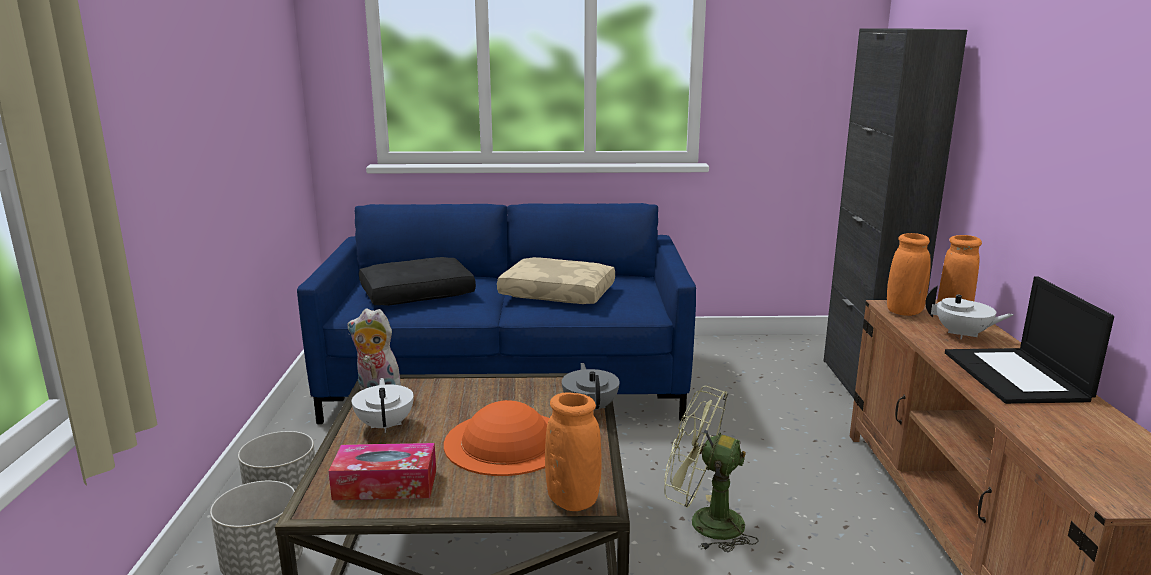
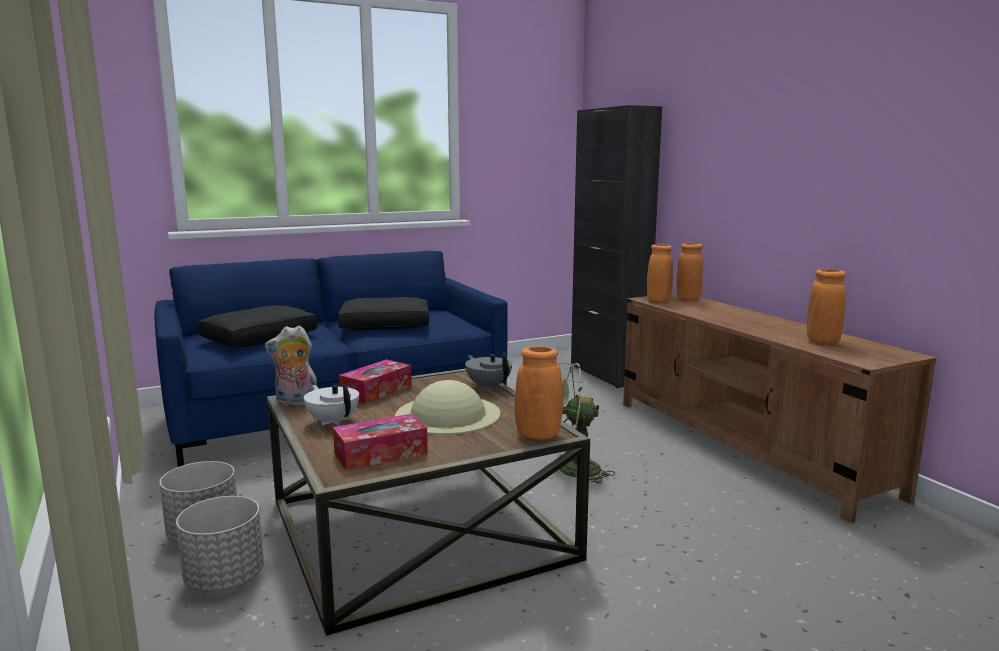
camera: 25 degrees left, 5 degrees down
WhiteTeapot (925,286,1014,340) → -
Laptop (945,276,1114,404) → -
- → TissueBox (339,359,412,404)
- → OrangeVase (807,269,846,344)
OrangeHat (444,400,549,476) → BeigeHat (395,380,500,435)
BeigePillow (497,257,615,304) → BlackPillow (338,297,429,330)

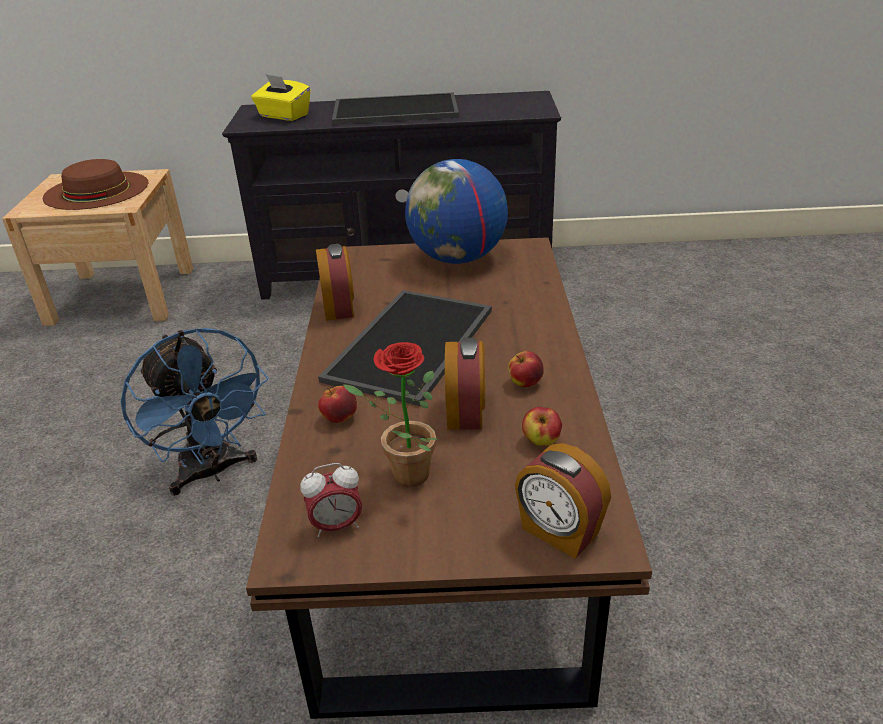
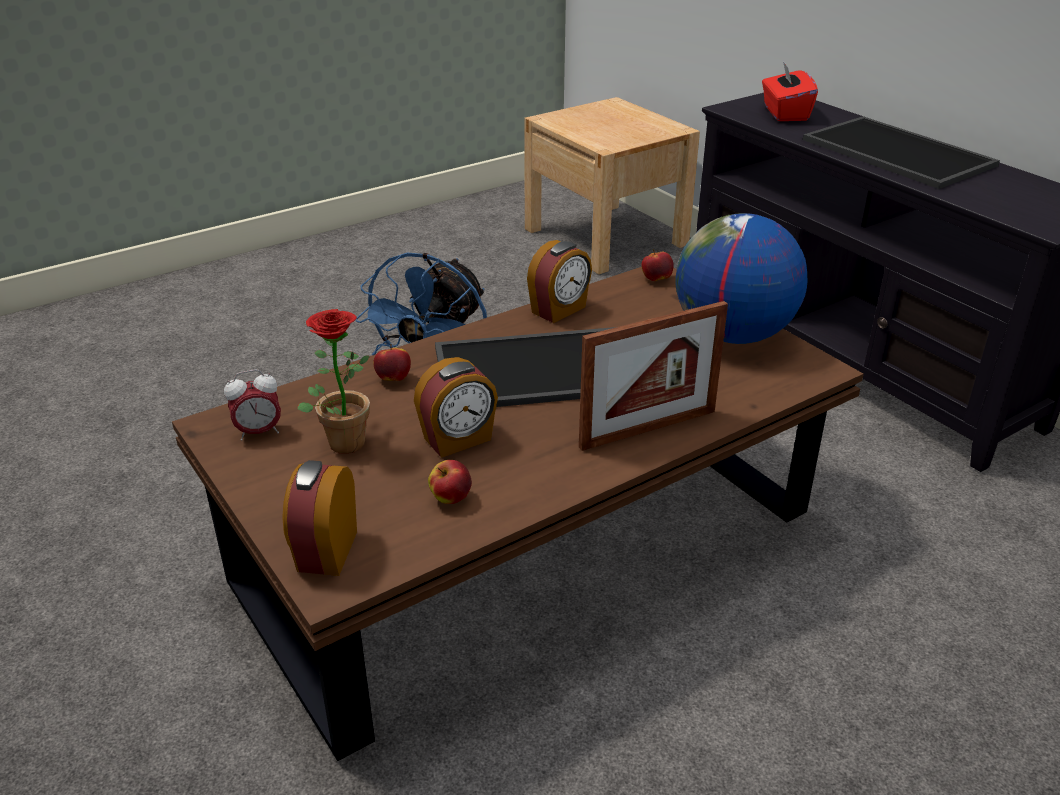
camera: 55 degrees right, 0 degrees up
BrownHat (43,159,148,210) → -
- → PictureFrame (579,301,728,451)
Apple (508,351,544,387) → Apple (641,249,674,281), move
YellowTissueBox (251,74,310,121) → RedTissueBox (762,61,818,121)
AlarmClock (301,463,362,537) → AlarmClock (224,369,281,441), 60 degrees counterclockwise

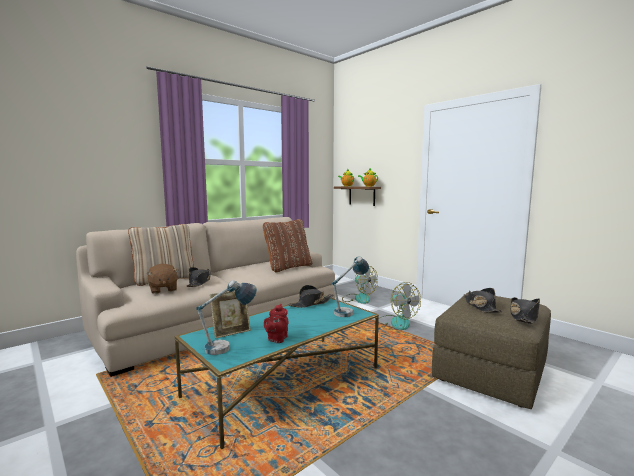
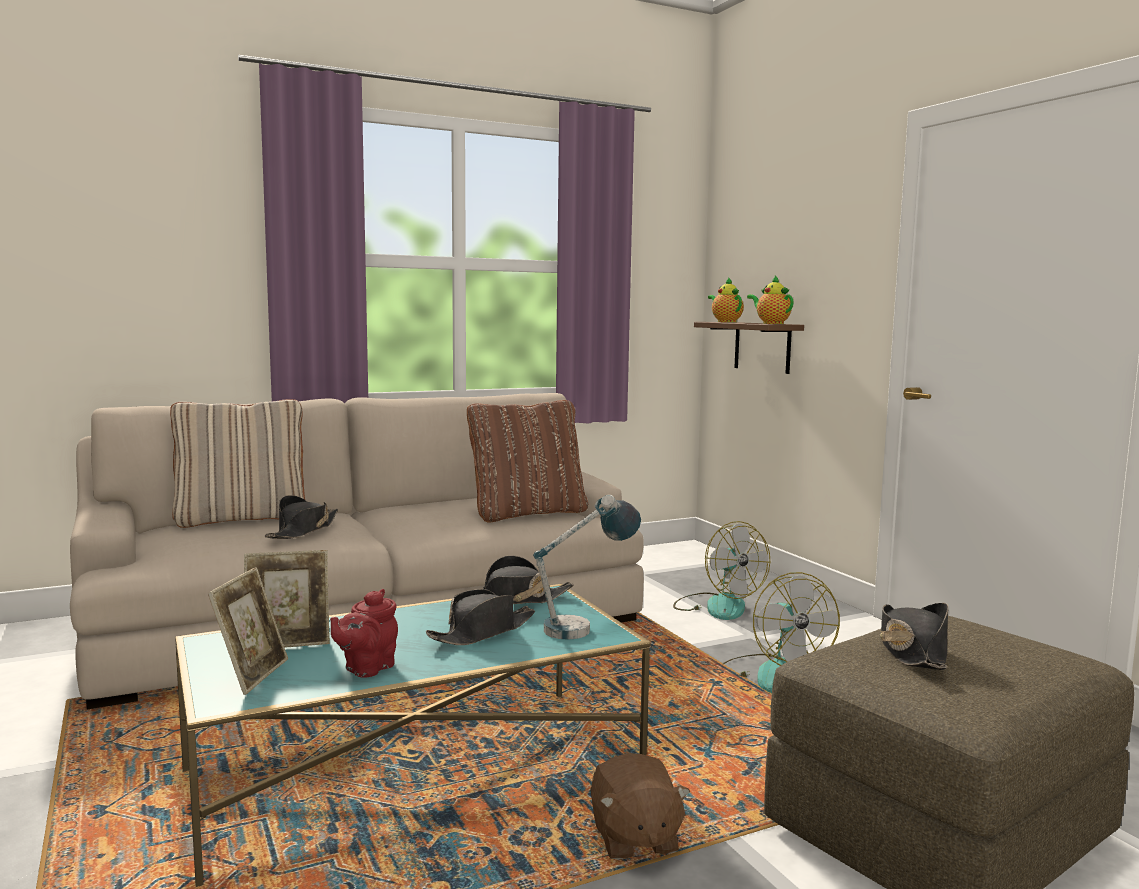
camera: 15 degrees right, 0 degrees up
BrownPlushToy (146,263,179,294) → BrownPlushToy (590,753,690,859), move
BlackHat (509,297,540,324) → BlackHat (426,589,535,645), move
TableLamp (196,280,257,355) → PictureFrame (208,567,288,695)

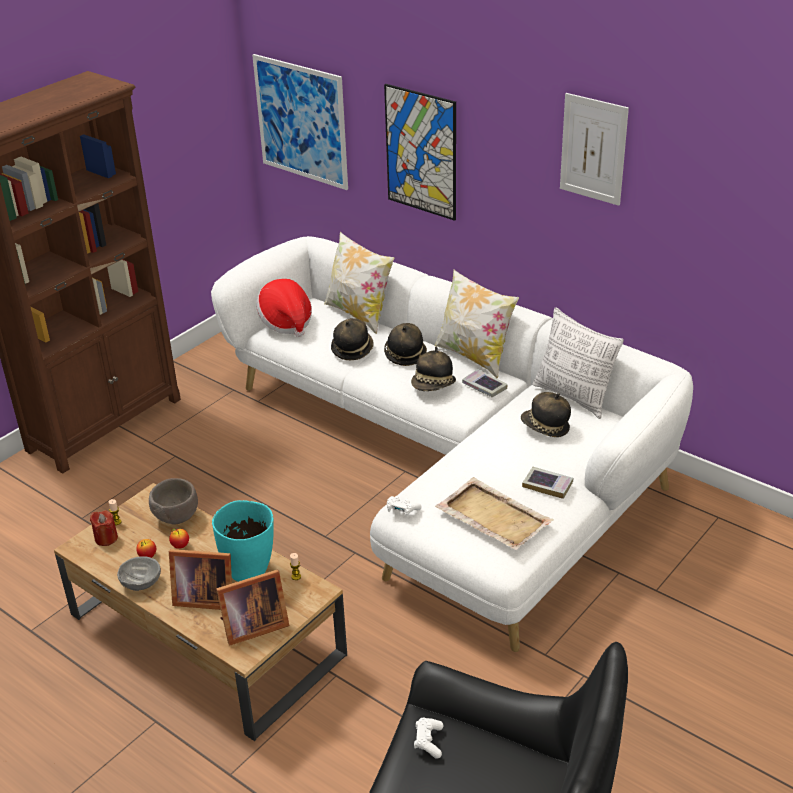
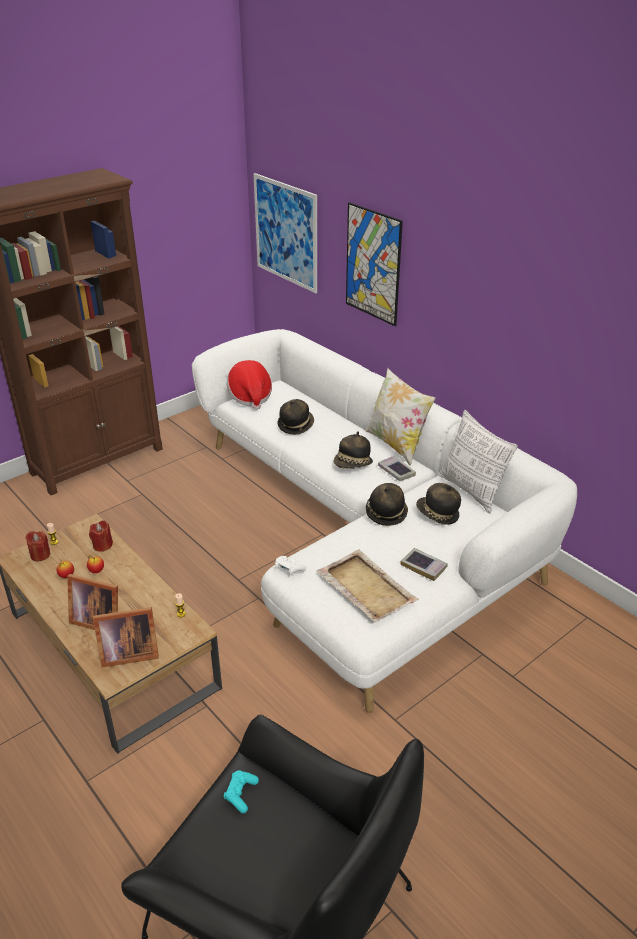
camera: 10 degrees right, 0 degrees up
GreyBowl (117,556,161,591) → -
TurquoiseVase (212,500,274,582) → -
Pillow (324,232,394,334) → -
Picture (560,93,629,206) → -
Hat (384,323,427,366) → Hat (366,483,408,526), move
BrownBowl (149,478,198,524) → RedCandle (89,520,113,552)
WhiteGameController (414,718,443,759) → TurquoiseGameController (224,770,259,814)

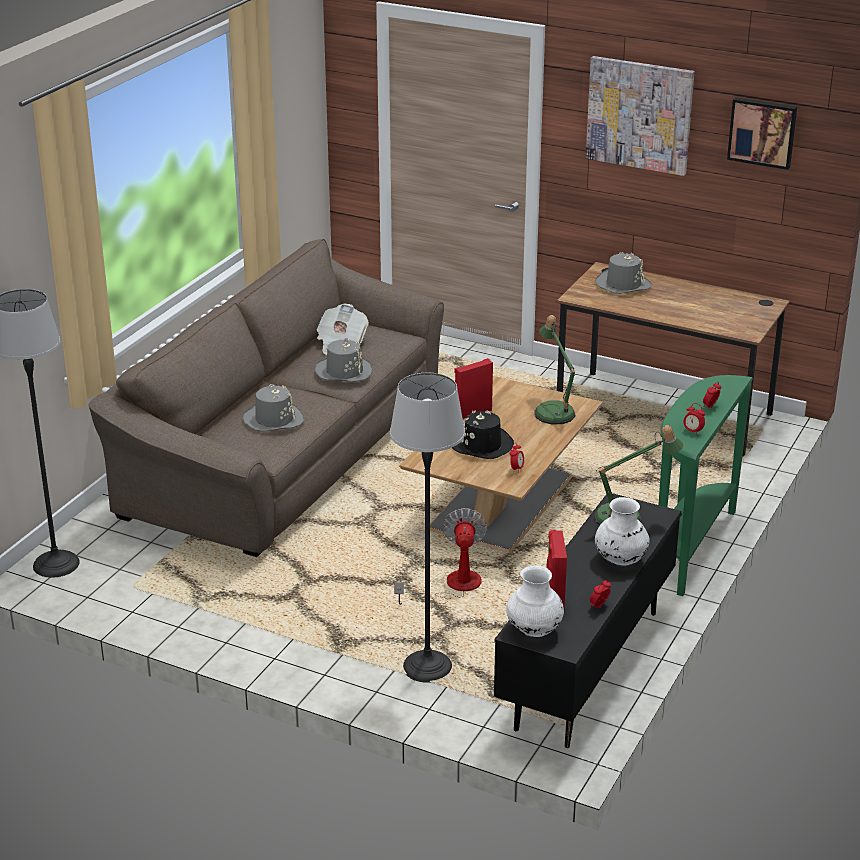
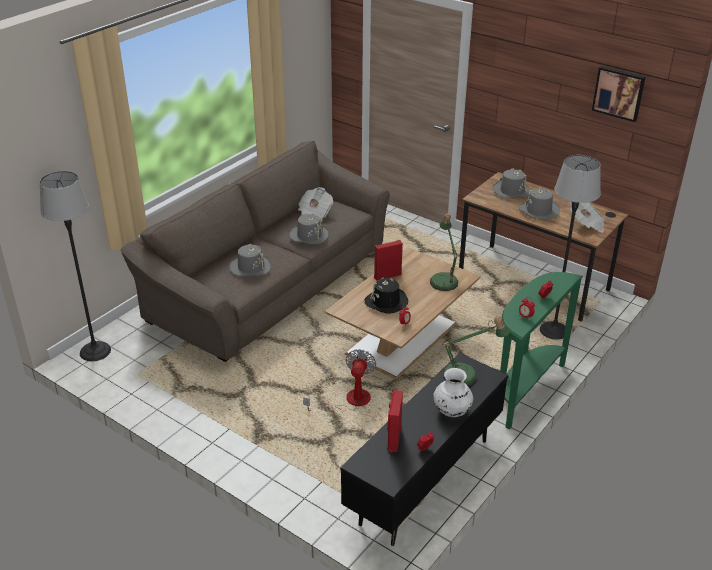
camera: 10 degrees right, 5 degrees up
WhiteVase (506,566,564,637) → -
Picture (586,56,695,176) → -
- → GreyHat (519,187,560,220)
- → Newspaper (570,201,605,233)
FloorLamp (390,373,465,683) → FloorLamp (540,155,601,340), move

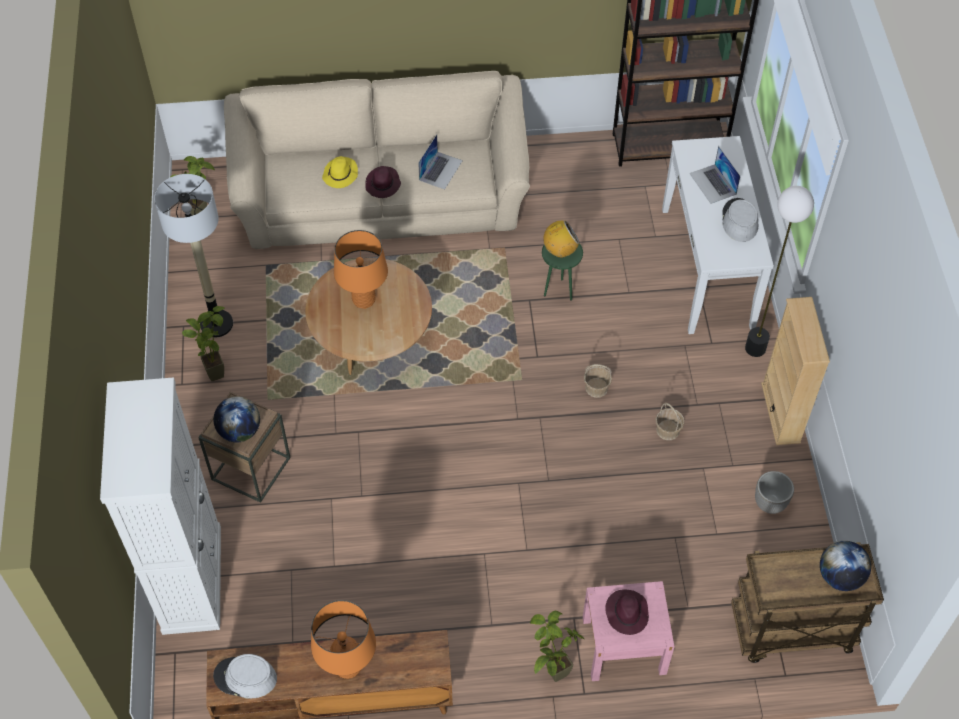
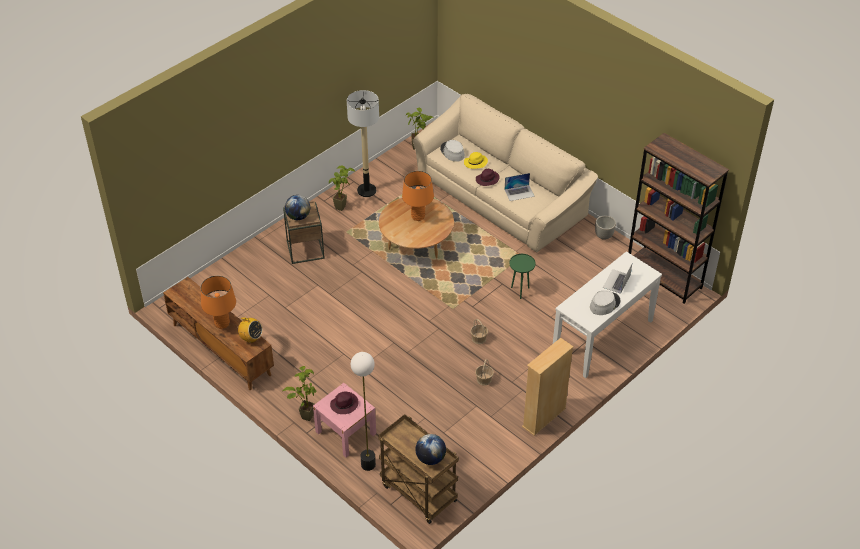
camera: 50 degrees right, 10 degrees down
WhiteCabinet (100,377,221,635) → -
GreyHat (213,654,277,698) → GreyHat (440,140,465,162), move
Radio (543,221,580,258) → Radio (237,317,263,343), move
FloorLamp (745,186,814,357) → FloorLamp (351,352,376,471), move
Planter (755,471,794,514) → Planter (595,216,616,240), move

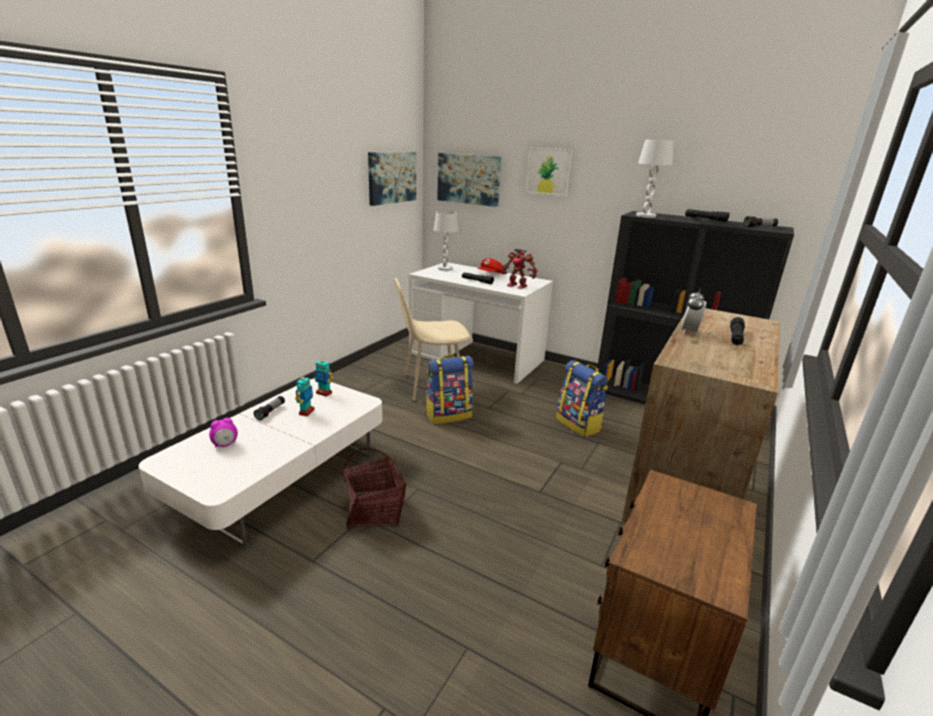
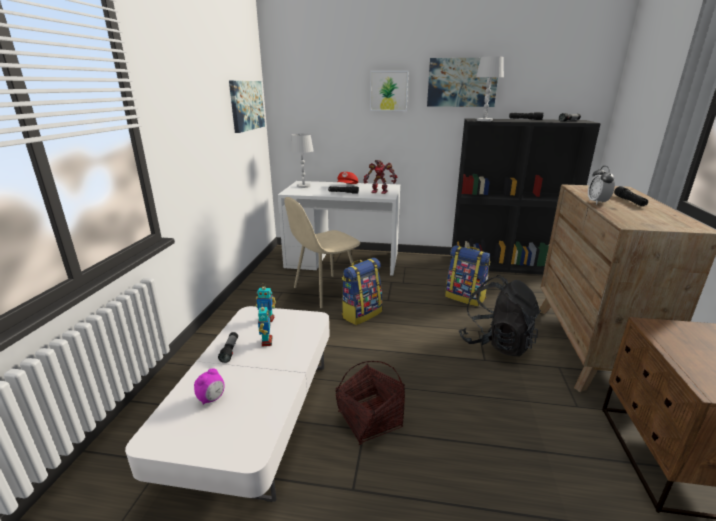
camera: 20 degrees left, 0 degrees up
- → BlackBackpack (459,275,541,357)
Picture (437,153,501,207) → Picture (427,58,498,107), move

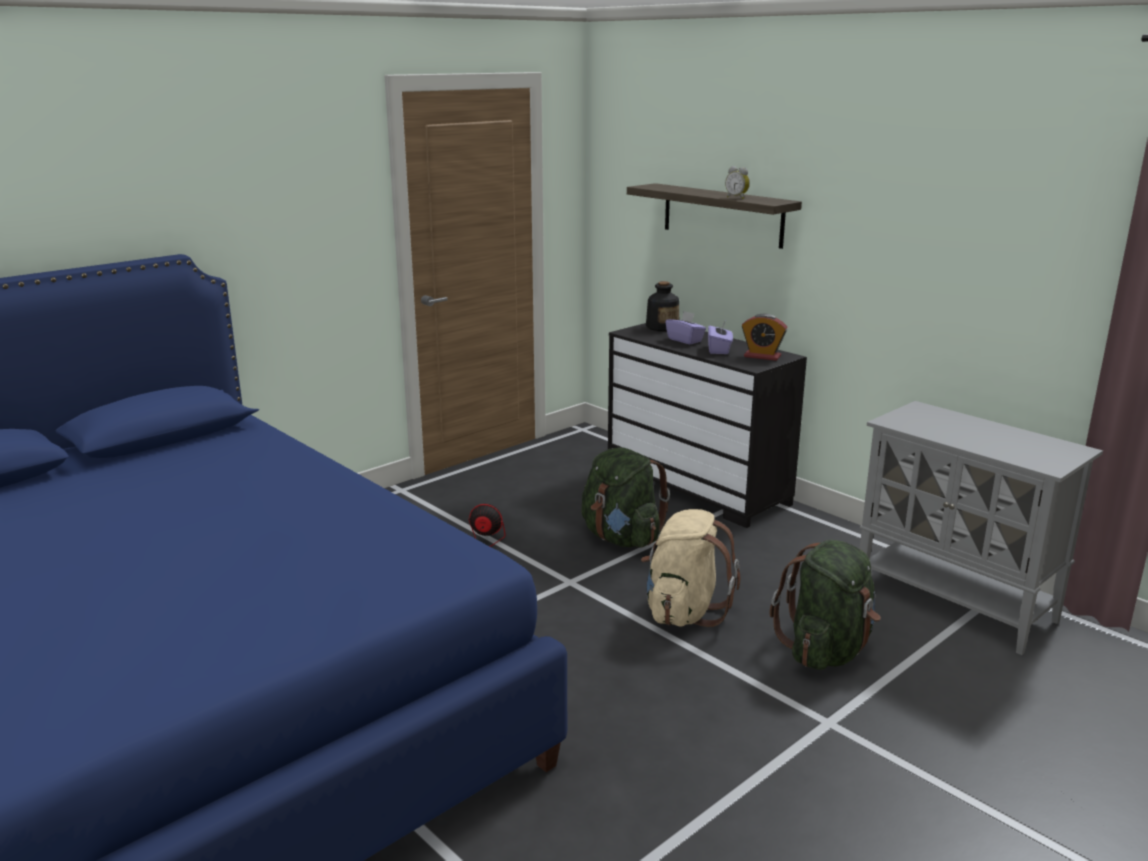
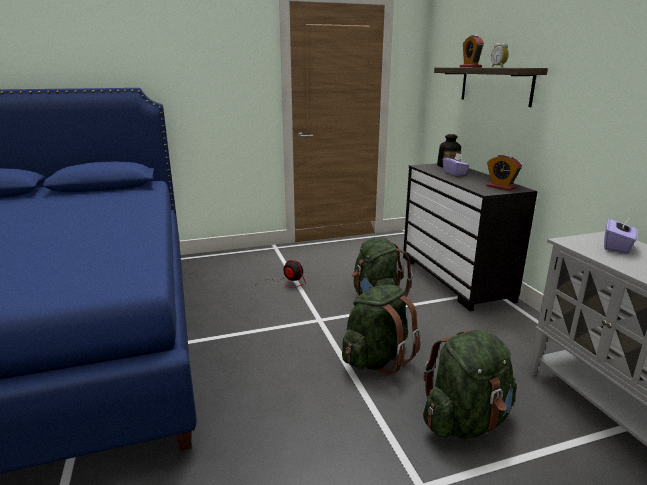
camera: 25 degrees right, 0 degrees up
- → AlarmClock (460,35,484,67)
PurpleTissueBox (708,322,733,354) → PurpleTissueBox (604,215,638,254), move
BeigeBackpack (641,509,740,627) → GreenBackpack (342,285,421,376)

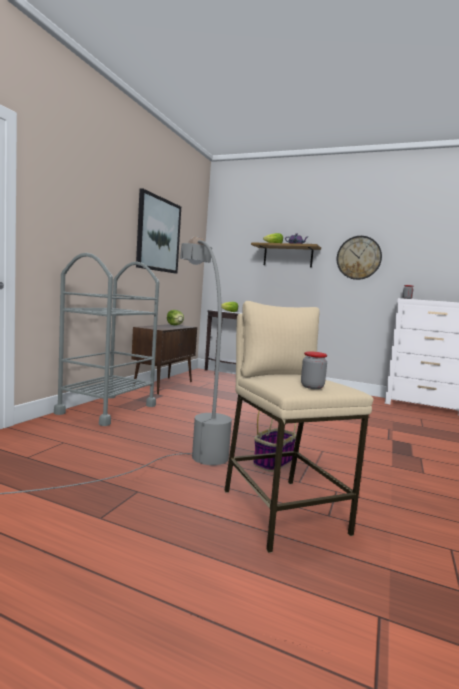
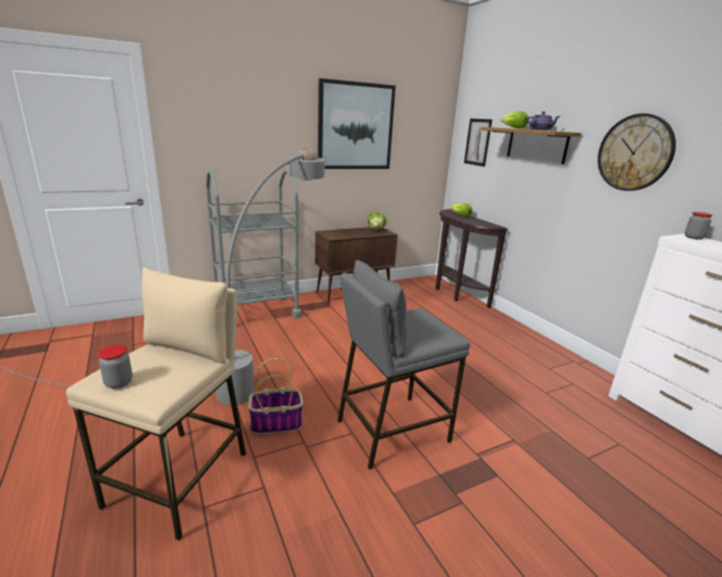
camera: 40 degrees right, 15 degrees up
- → GreyStool (337,260,470,470)
- → Picture (464,119,492,167)

